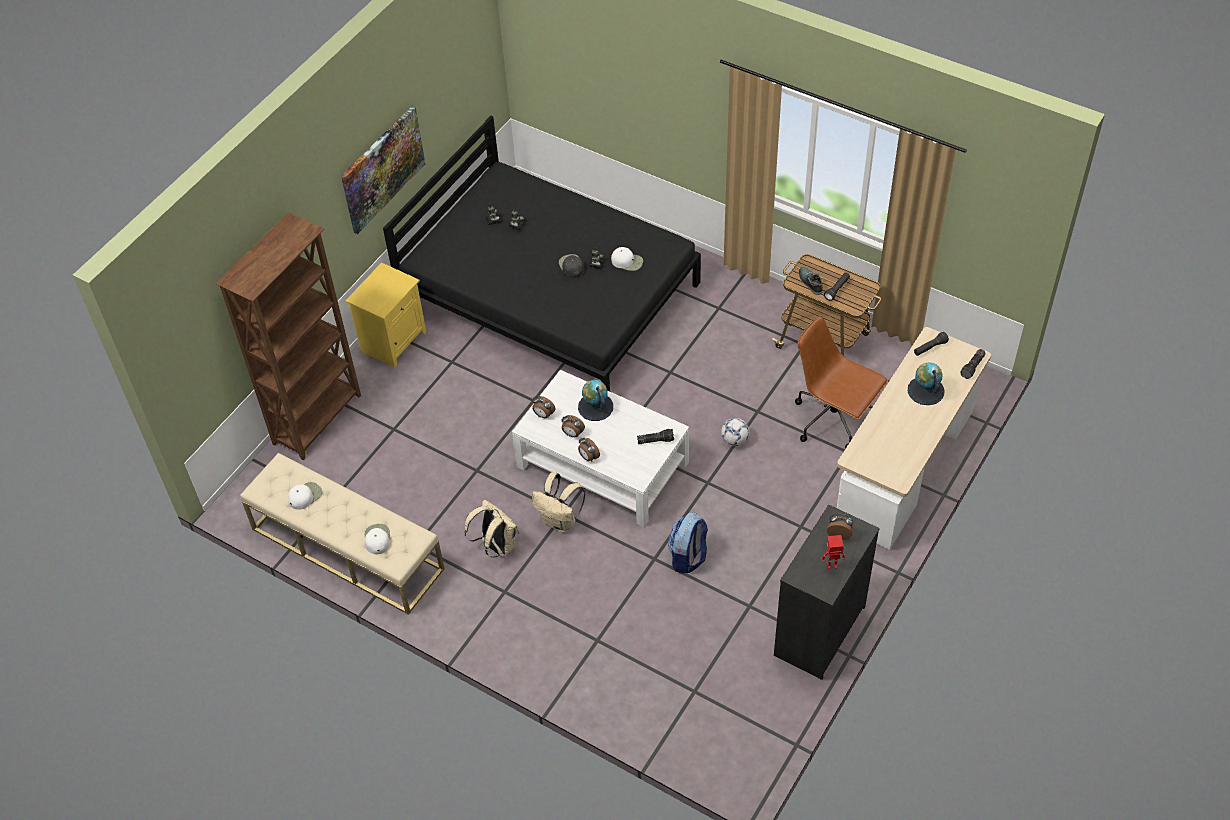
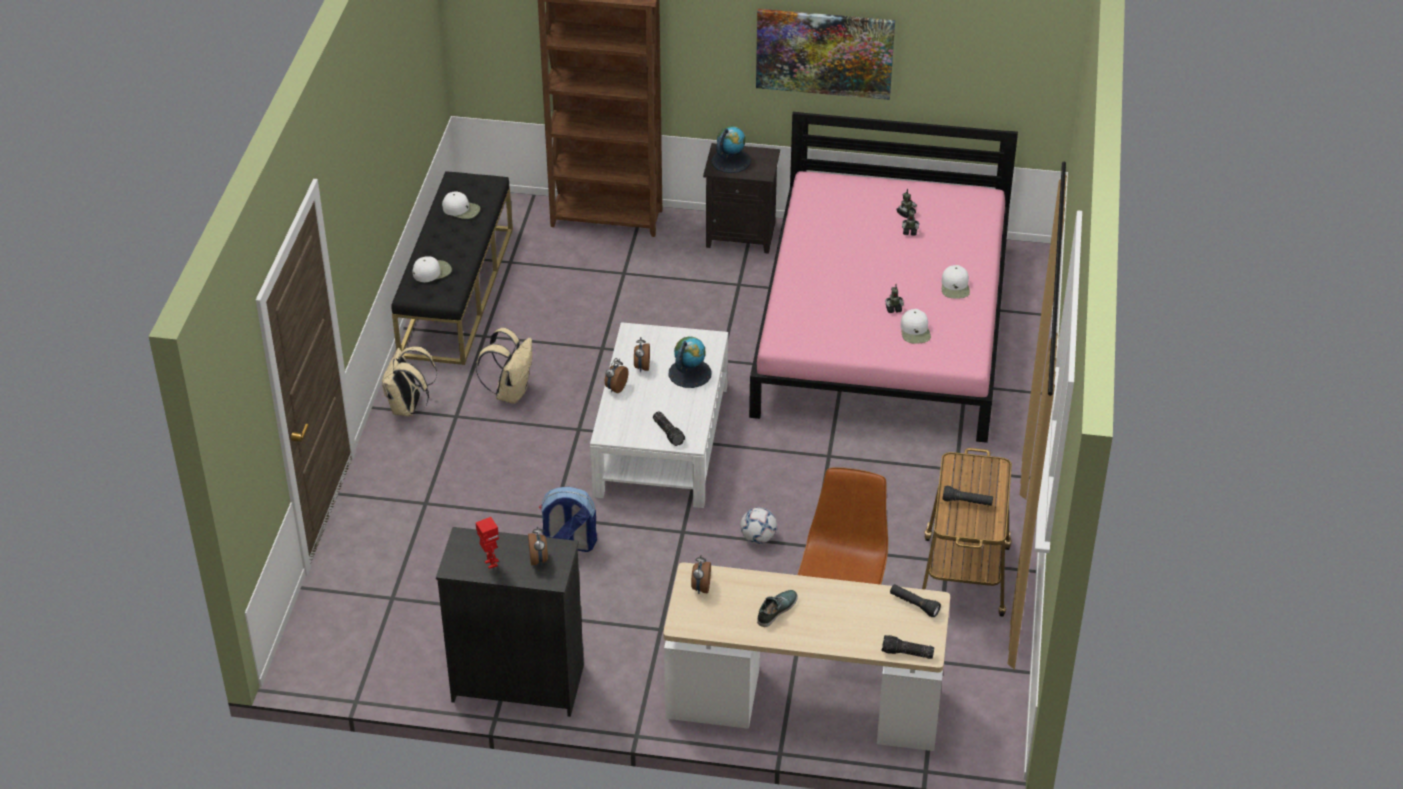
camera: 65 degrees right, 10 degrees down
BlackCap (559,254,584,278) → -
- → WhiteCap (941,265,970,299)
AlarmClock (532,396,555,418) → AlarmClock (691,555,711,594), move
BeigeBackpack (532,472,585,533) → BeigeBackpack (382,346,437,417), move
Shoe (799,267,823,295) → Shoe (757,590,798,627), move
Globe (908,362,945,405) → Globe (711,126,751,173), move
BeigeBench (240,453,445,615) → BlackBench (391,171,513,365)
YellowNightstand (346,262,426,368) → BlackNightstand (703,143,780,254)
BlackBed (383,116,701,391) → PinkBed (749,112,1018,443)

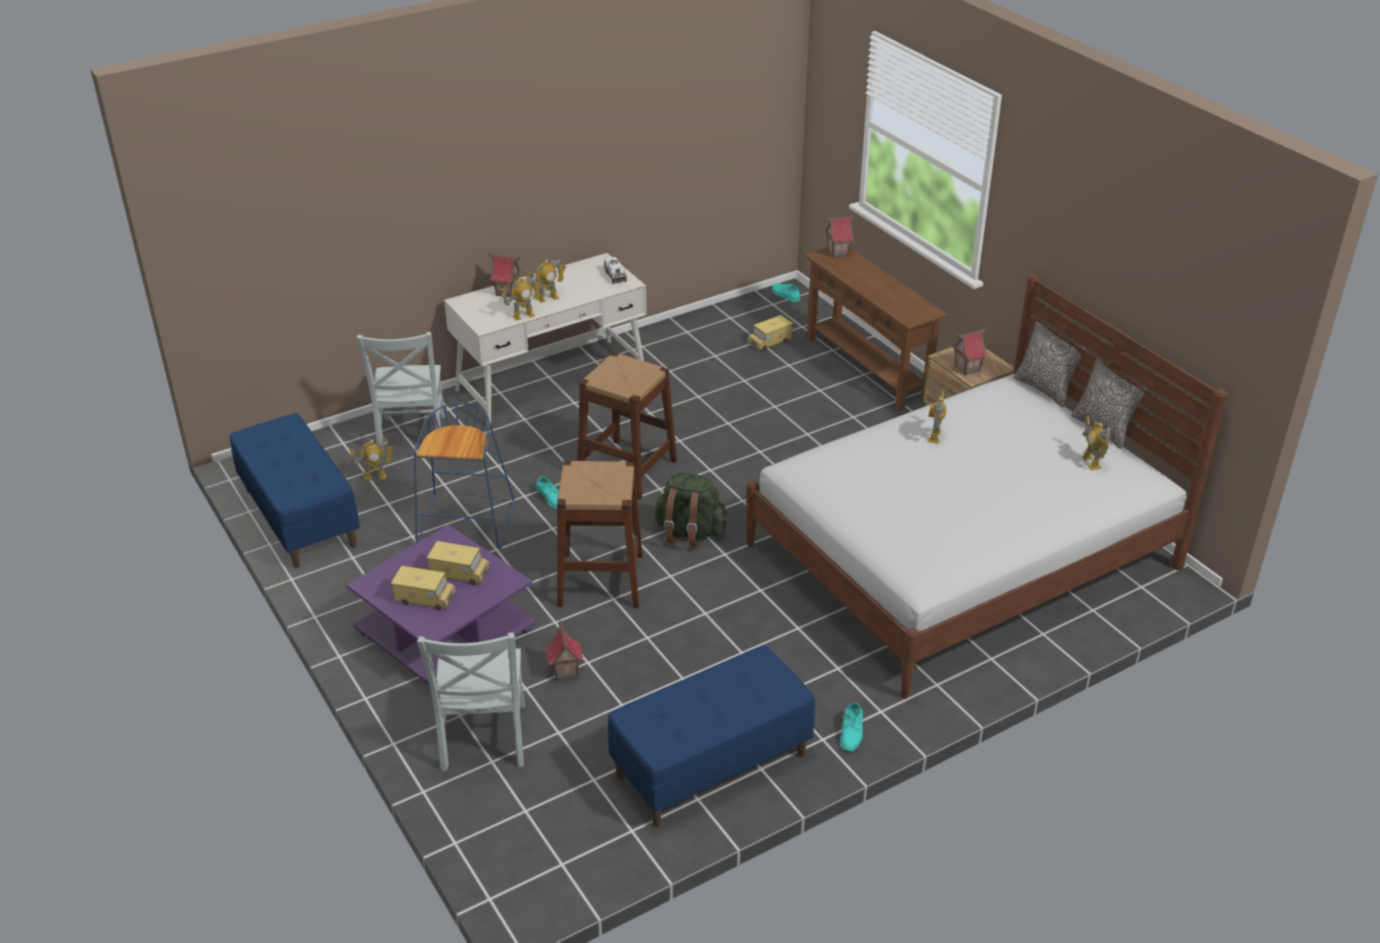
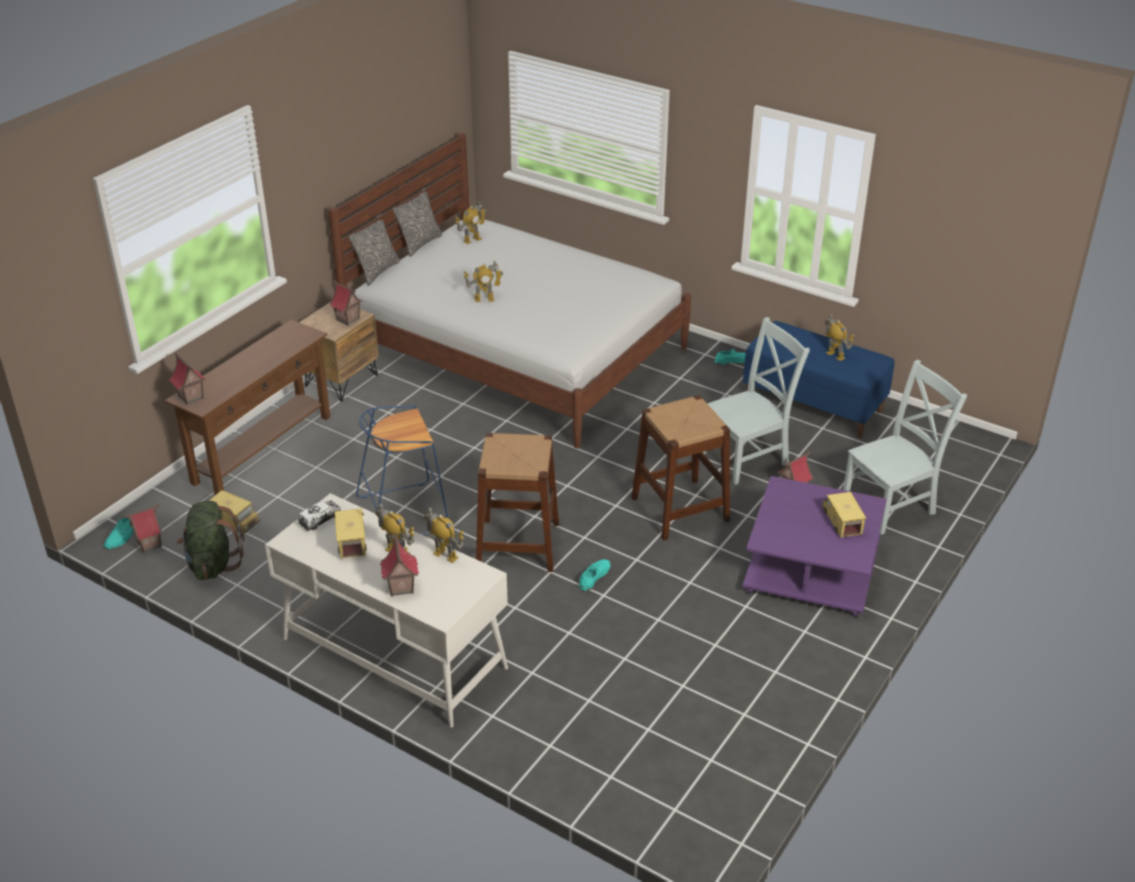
camera: 115 degrees left, 0 degrees up
BlueBench (230,413,360,568) → -
- → ToyHouse (123,504,162,553)
ToyRobot (349,436,394,481) → ToyRobot (824,314,854,361), move
GreyChair (356,332,445,455) → GreyChair (702,317,810,485), move
BlueStool (414,402,514,549) → BlueStool (356,405,448,535), move
ToyTruck (426,541,490,585) → ToyTruck (334,508,367,558), move
GreenBackpack (654,473,727,547) → GreenBackpack (177,501,244,580), move

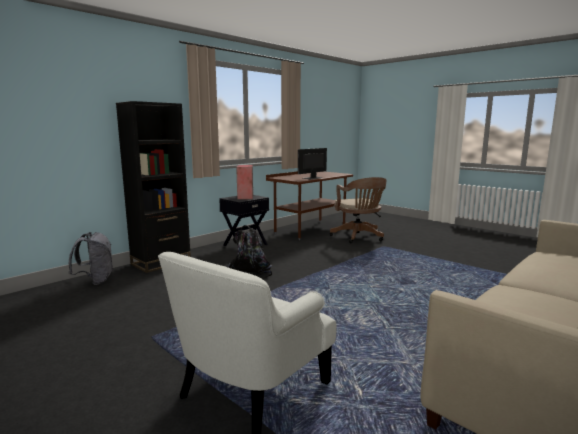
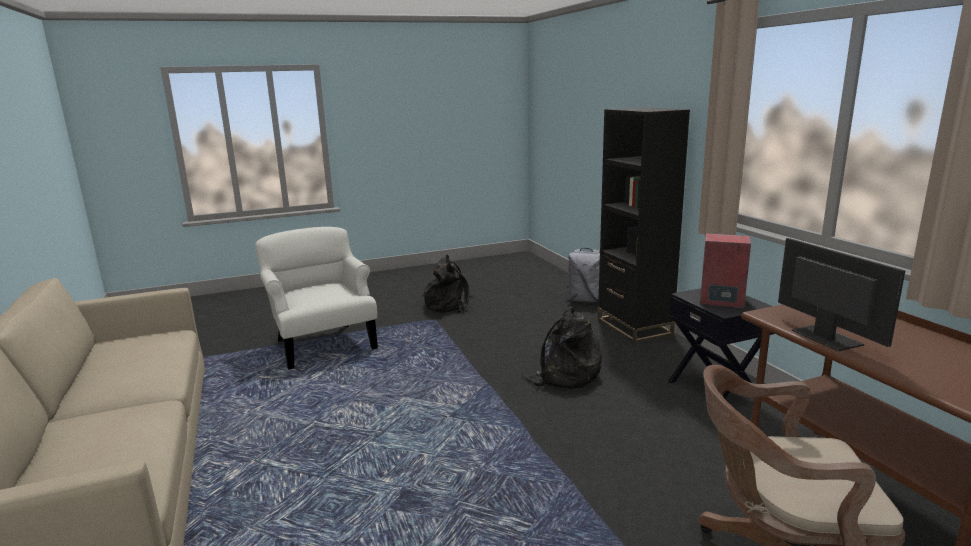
camera: 115 degrees right, 5 degrees up
- → BlackBackpack (423,255,473,313)

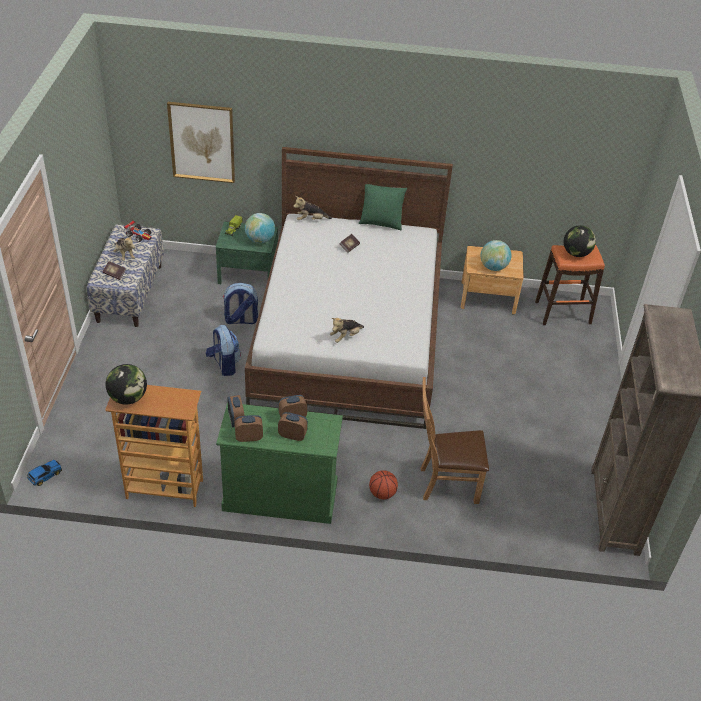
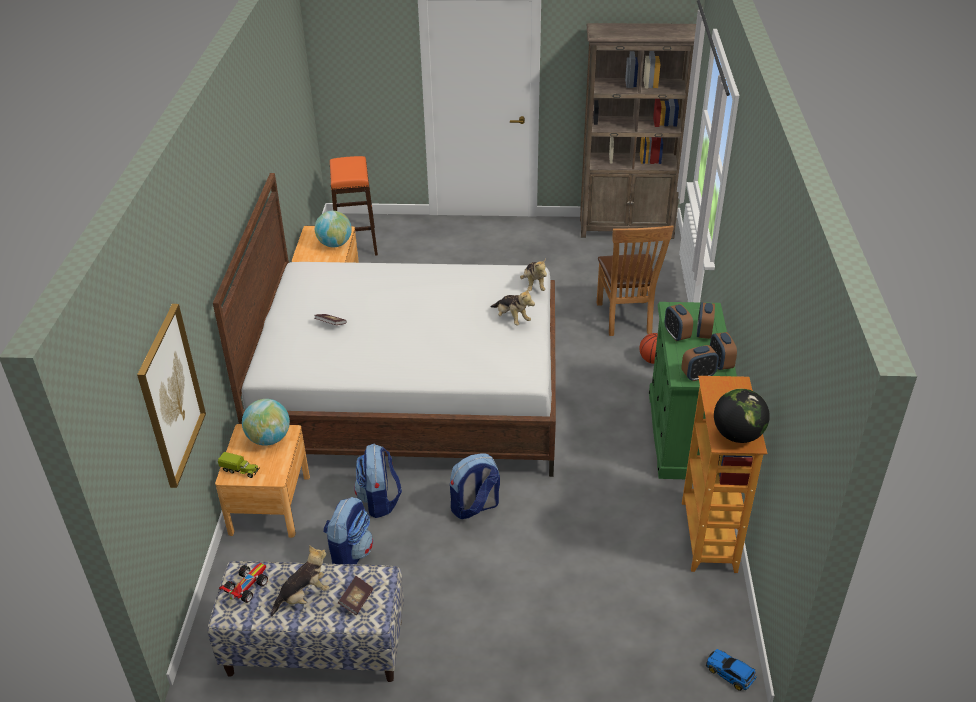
camera: 90 degrees left, 5 degrees down
GreenPillow (359,184,407,231) → -
Globe (564,225,596,257) → -
- → Backpack (323,497,373,564)
PlushToy (293,196,332,220) → PlushToy (520,259,547,291), move
GreenNightstand (216,222,278,284) → BrownNightstand (215,424,310,538)

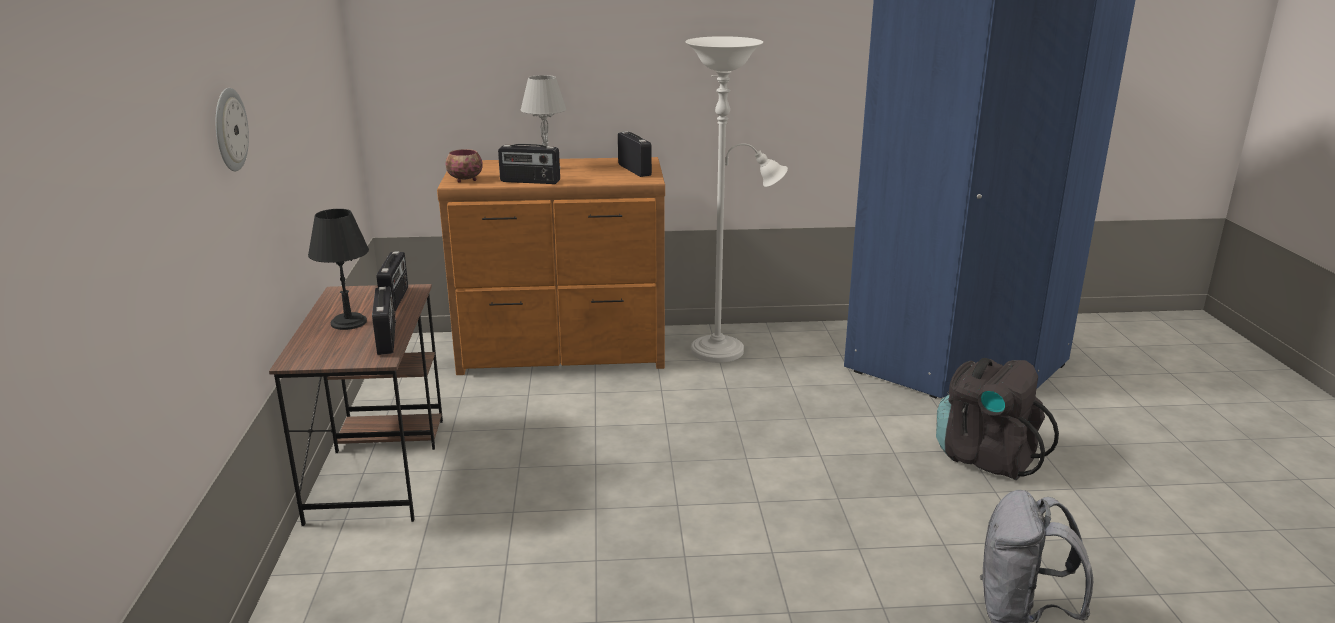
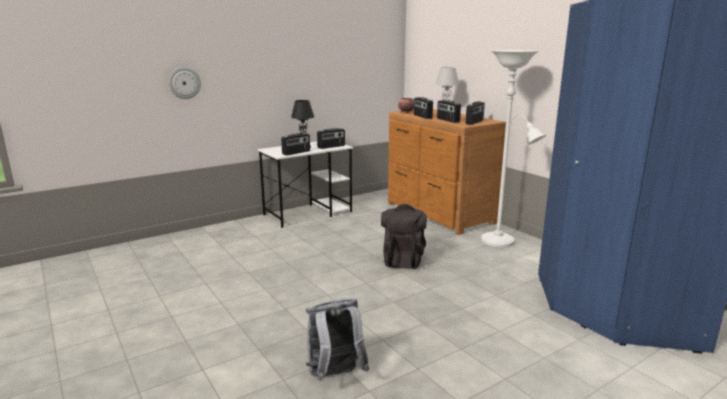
camera: 60 degrees right, 5 degrees down
- → Radio (437,100,461,123)
WallClock (216,88,249,171) → WallClock (169,67,201,99), move
BlackBackpack (936,358,1059,480) → BlackBackpack (381,204,427,269), move
BrownDesk (269,284,443,526) → WhiteDesk (257,141,353,228)

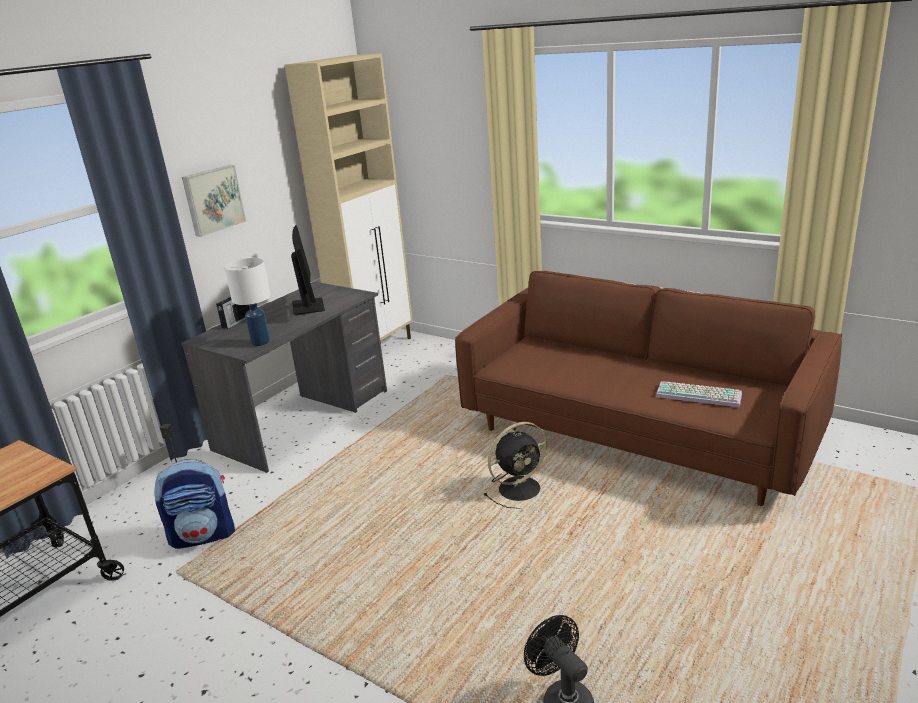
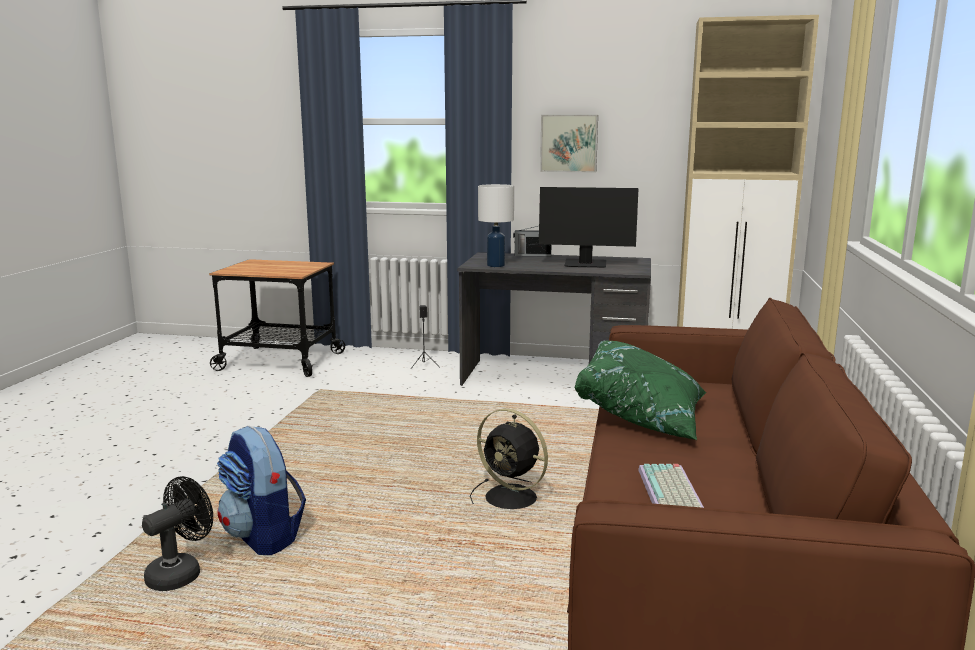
camera: 65 degrees right, 10 degrees down
- → GreenPillow (574,341,706,440)
Backpack (154,459,235,549) → Backpack (217,426,306,555), move
Monitor (291,225,325,316) → Monitor (539,187,639,268), 45 degrees clockwise

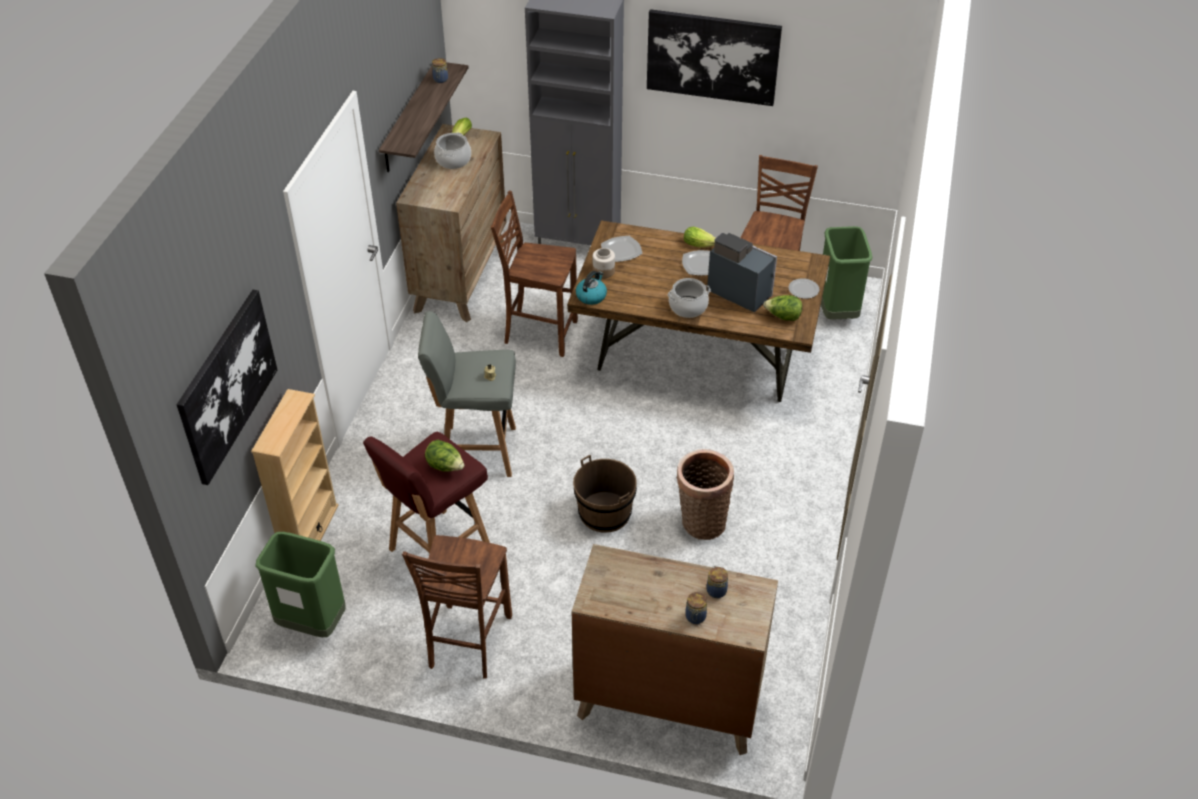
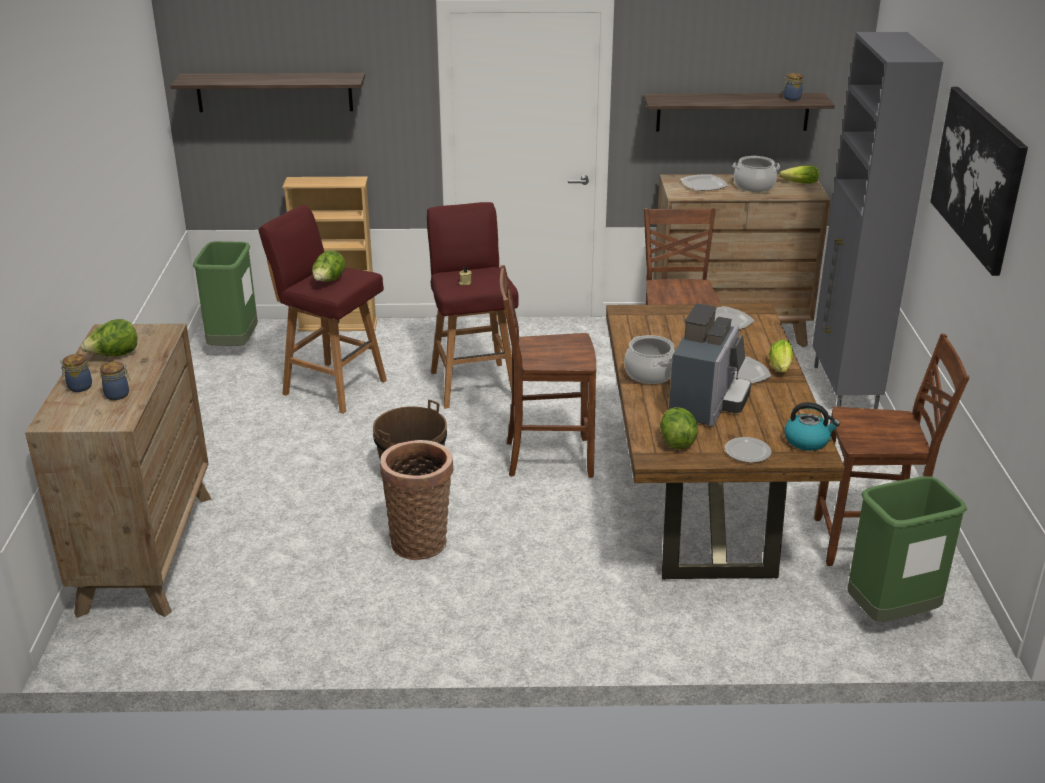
camera: 75 degrees right, 15 degrees down
Jar (593,248,615,278) → -
- → Lettuce (81,319,138,357)
- → Plate (681,174,728,191)
BrownChair (402,535,512,679) → BrownChair (500,265,596,478), move
Kettle (576,271,607,305) → Kettle (784,402,840,451), move
Picture (177,290,277,485) → Shelf (170,73,365,112)
GreyStool (418,311,516,477) → RedStool (427,202,519,408)

